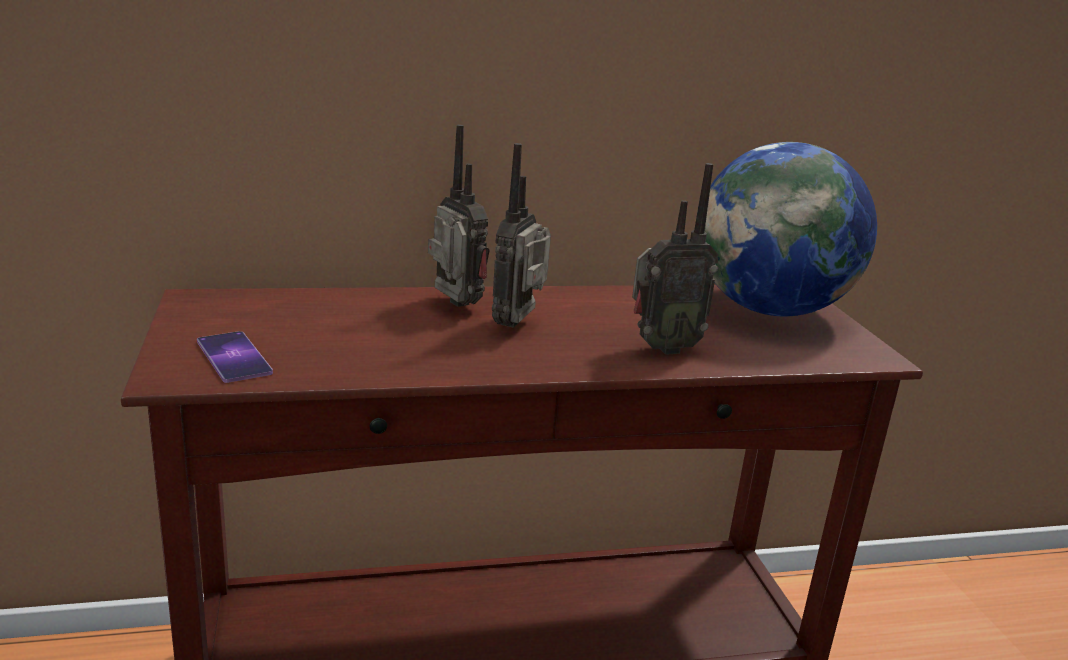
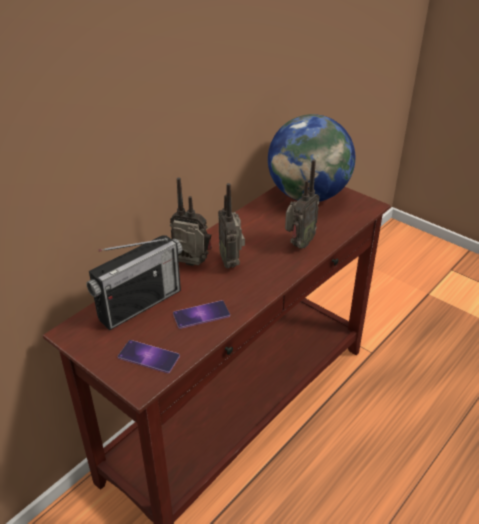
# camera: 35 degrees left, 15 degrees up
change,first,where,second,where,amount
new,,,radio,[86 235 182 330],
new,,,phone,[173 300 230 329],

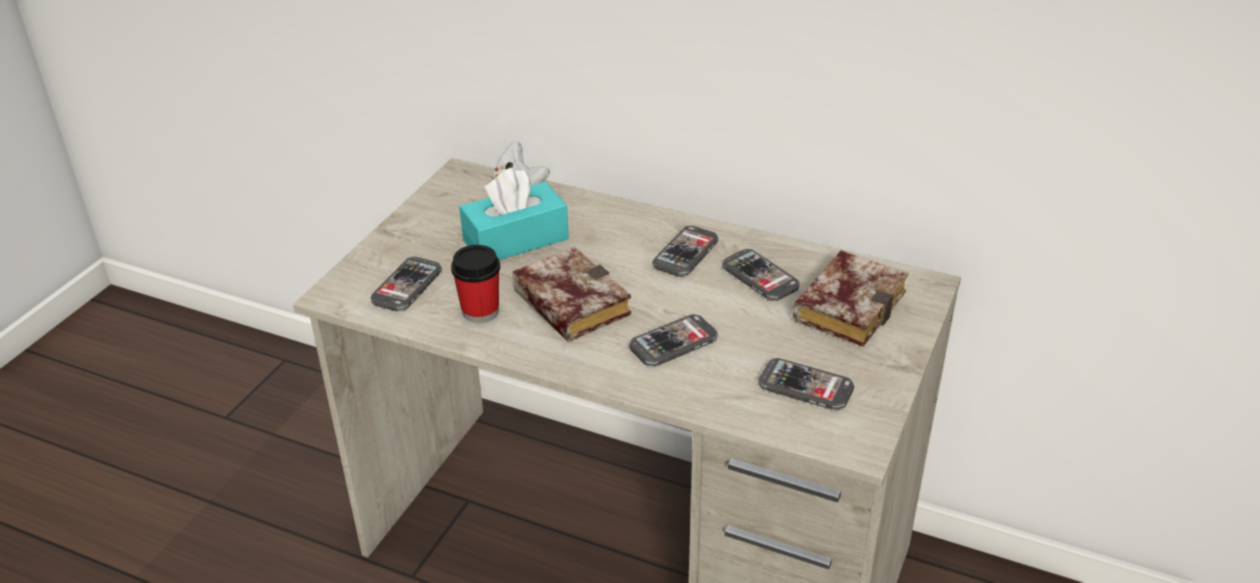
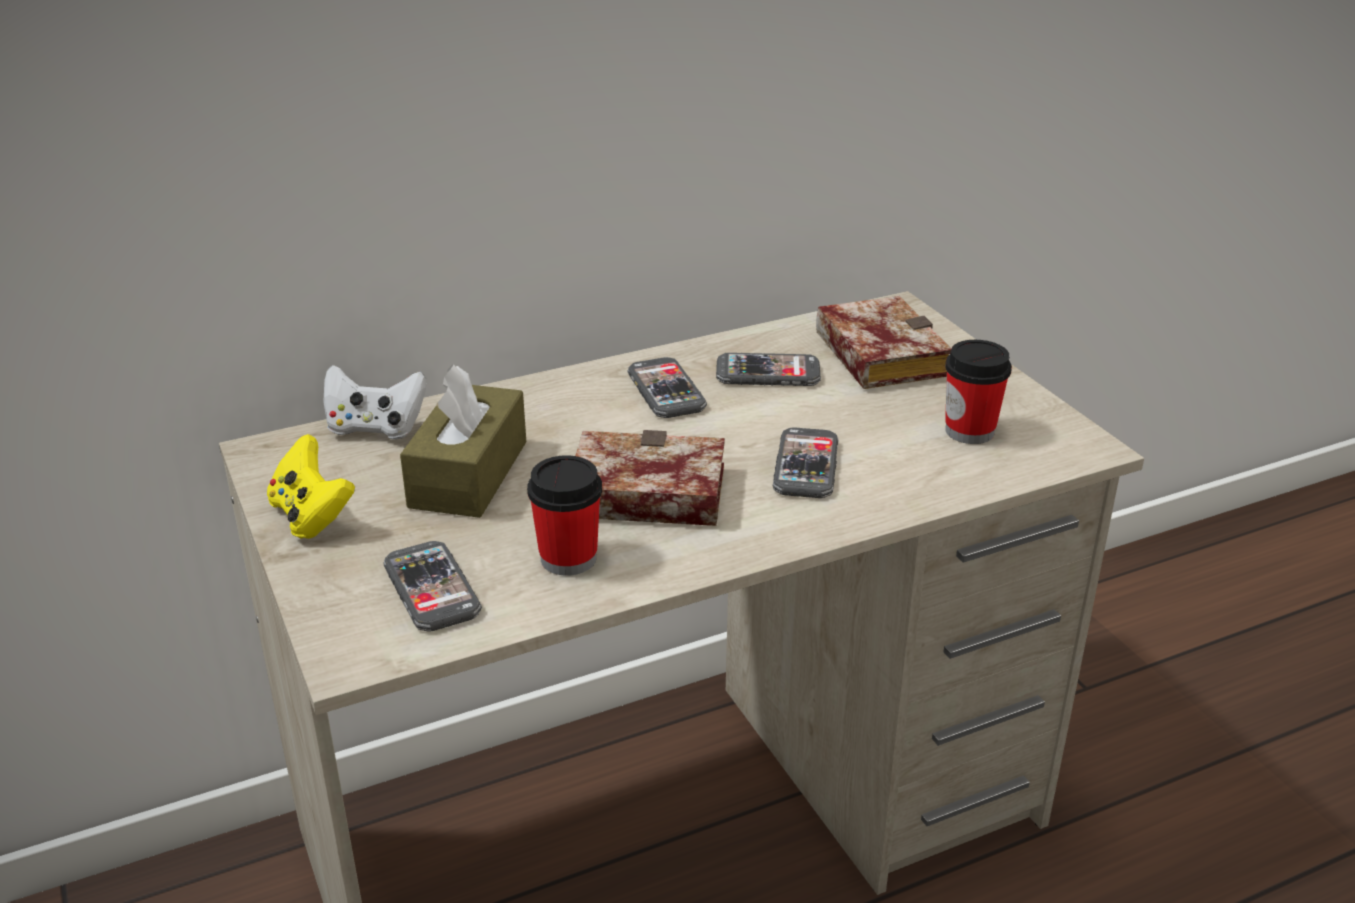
# camera: 50 degrees left, 5 degrees down
change,first,where,second,where,amount
repainted,turquoise tissue box,[459 168 569 260],brown tissue box,[400 364 526 518],
swapped,phone,[758 358 854 410],cup,[945 340 1012 444],
new,,,yellow game controller,[267 434 355 539],

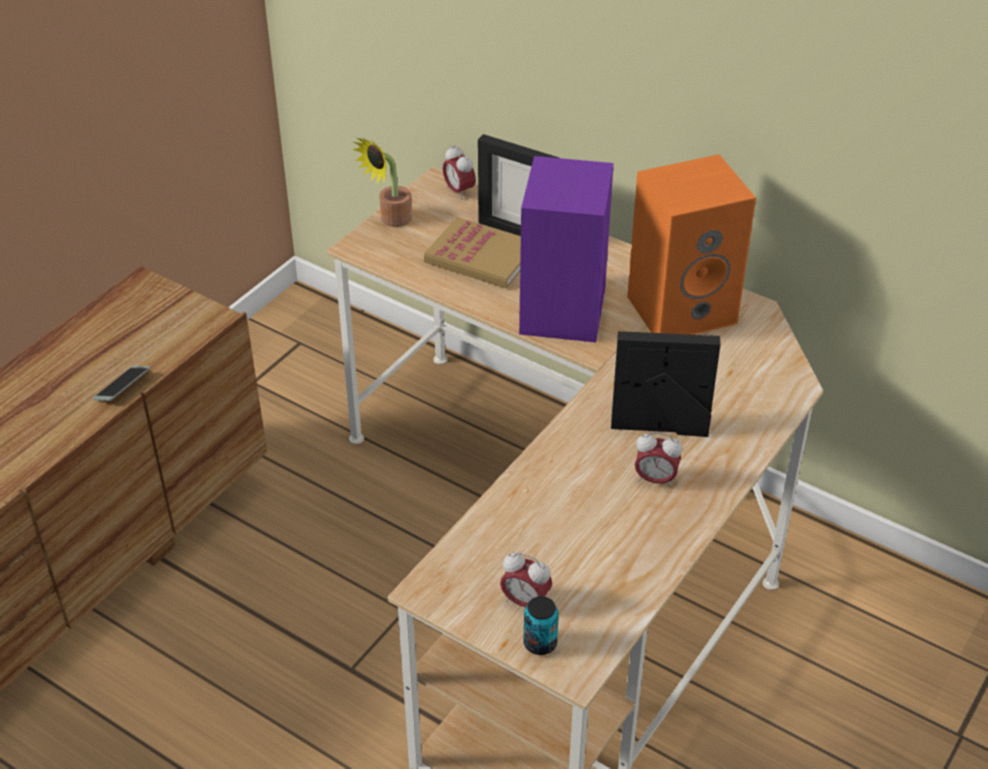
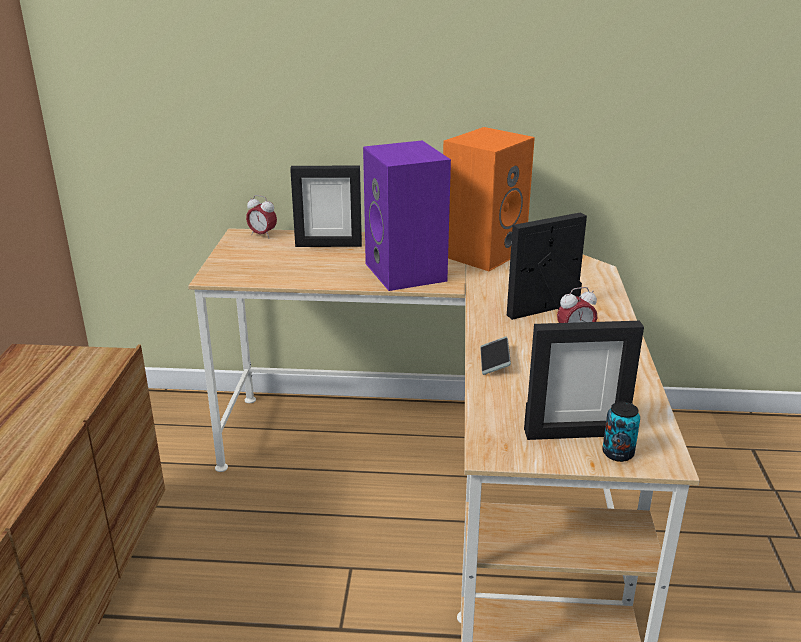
# camera: 30 degrees left, 15 degrees down
change,first,where,second,where,amount
gone,potted plant,[352 138 412 227],,,
gone,book,[424 217 521 289],,,
shifted,phone,[93 366 151 401],,[480 336 511 375],
swapped,alarm clock,[500 552 552 607],picture frame,[524 321 644 440],

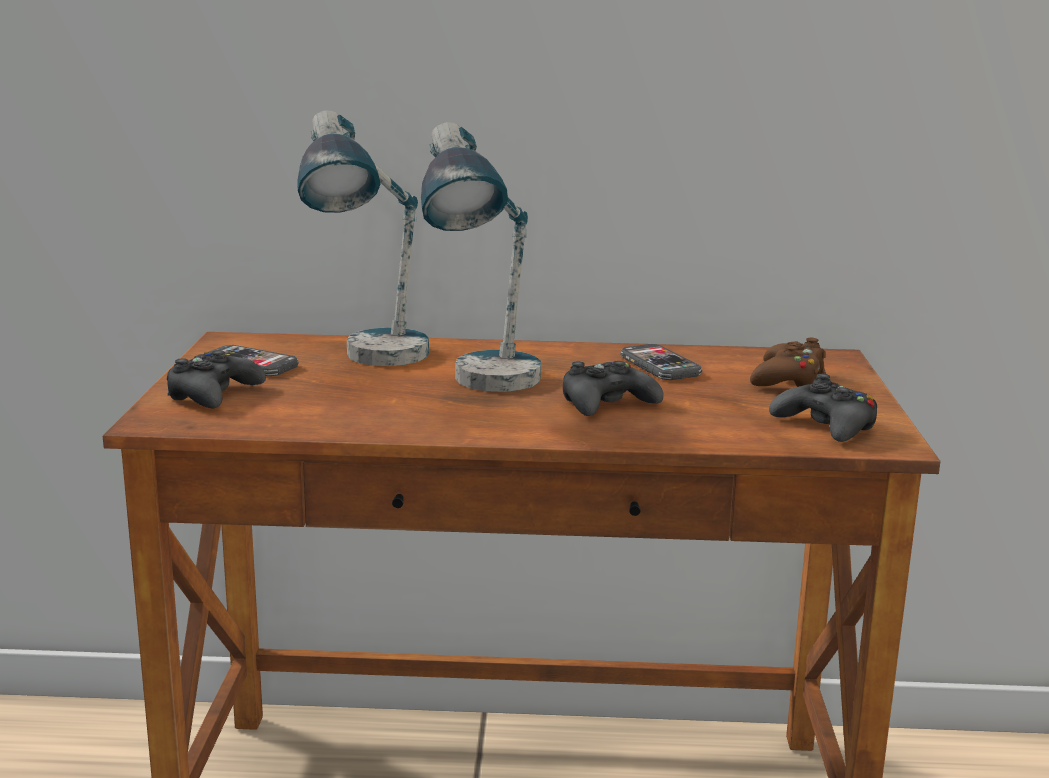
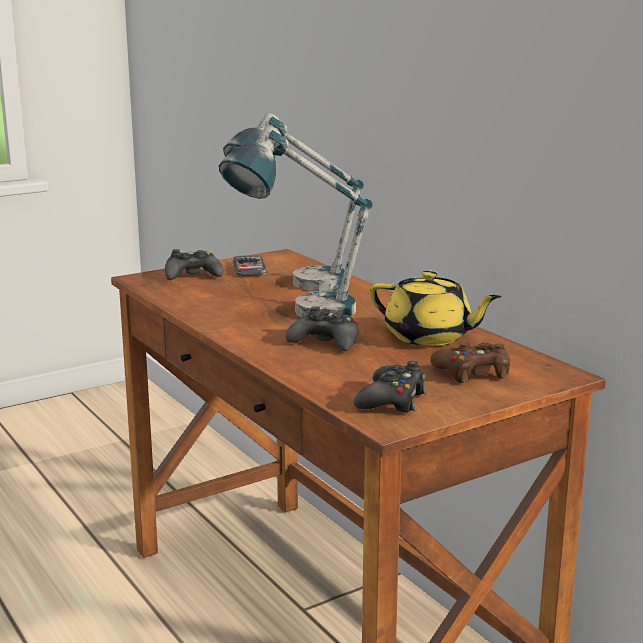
# camera: 55 degrees right, 0 degrees up
change,first,where,second,where,amount
swapped,phone,[620 344 702 380],yellow teapot,[370 270 501 346],

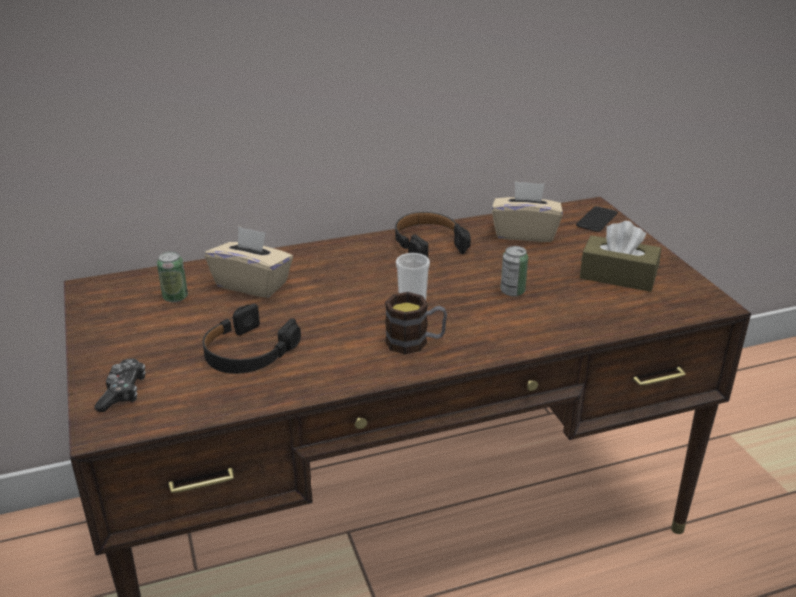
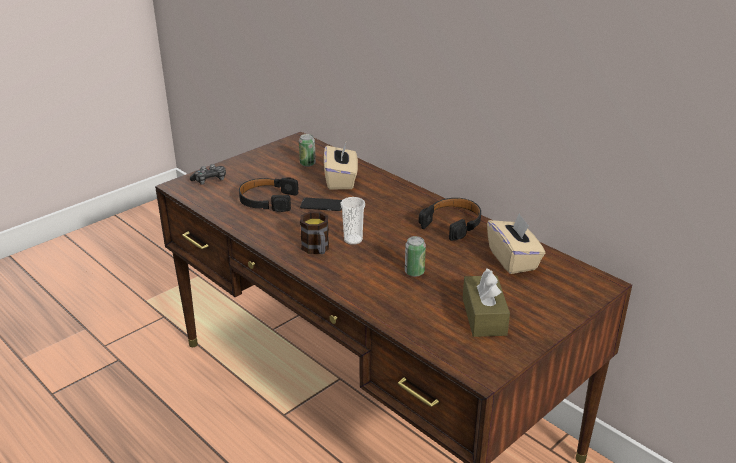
# camera: 65 degrees right, 0 degrees up
change,first,where,second,where,amount
shifted,phone,[576 206 618 232],,[300 198 342 211],

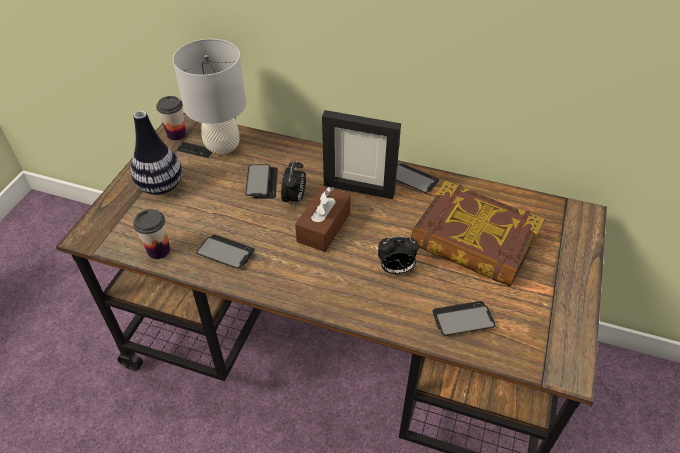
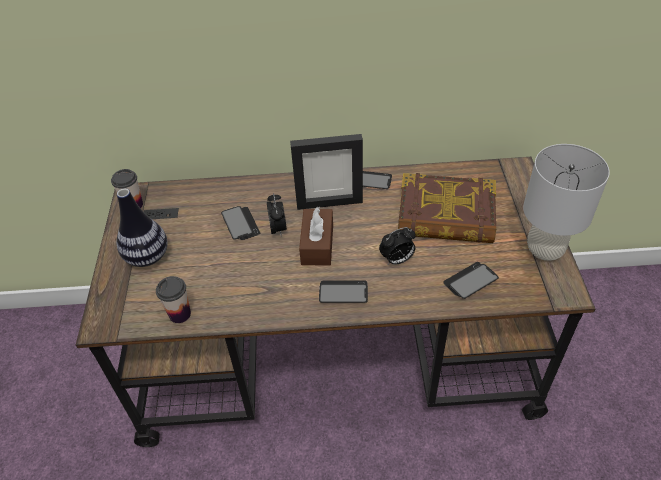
# camera: 20 degrees left, 0 degrees up
change,first,where,second,where,amount
shifted,grey table lamp,[173 39 246 155],,[523 144 610 261],
shifted,phone,[196 234 255 269],,[319 281 368 303],

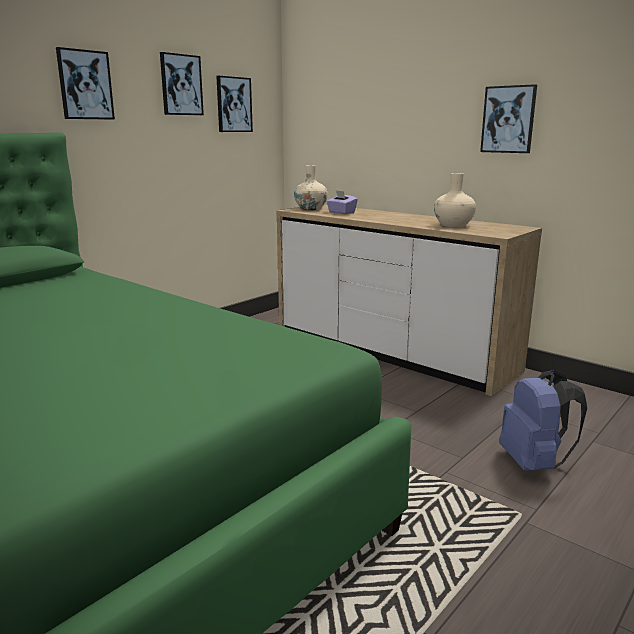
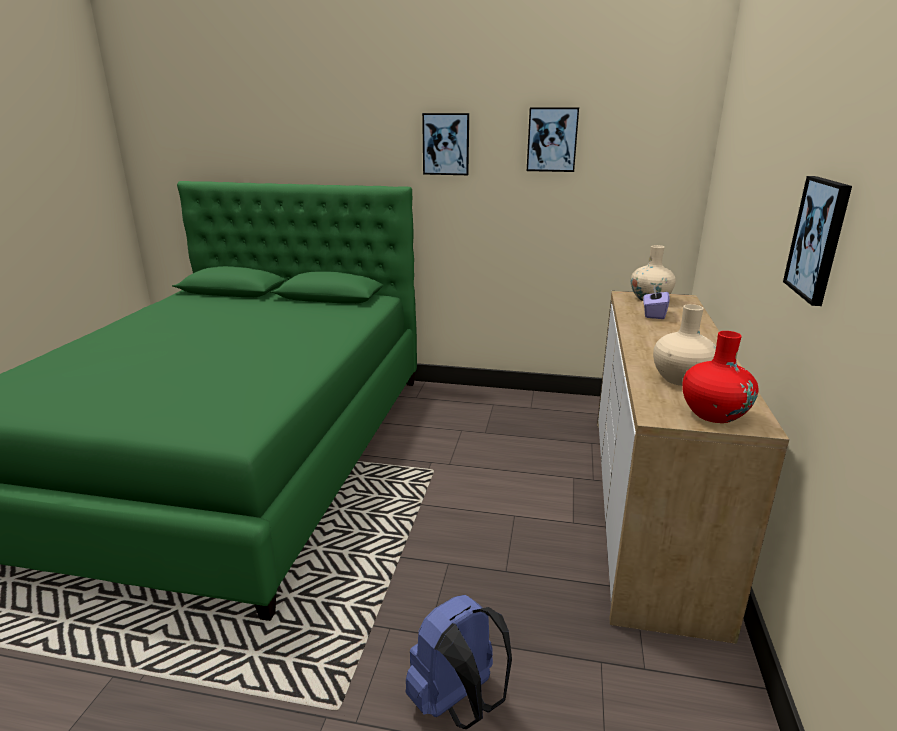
# camera: 60 degrees right, 5 degrees up
change,first,where,second,where,amount
gone,picture,[216 76 253 132],,,
new,,,red vase,[682 331 758 423],

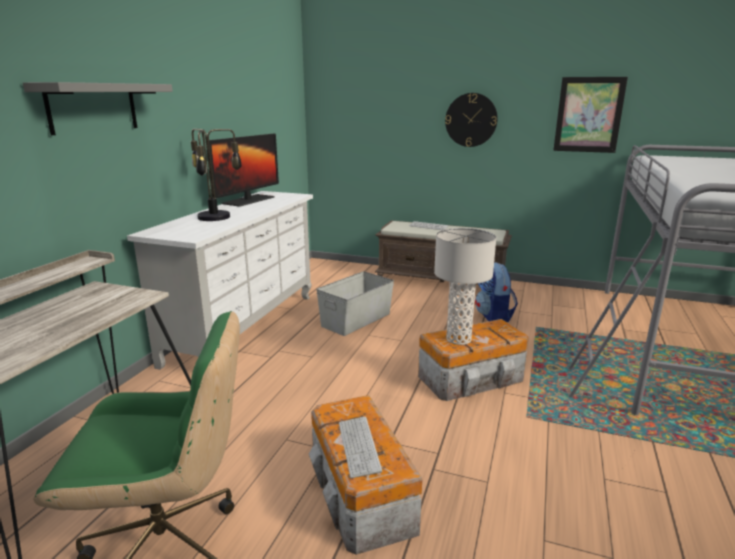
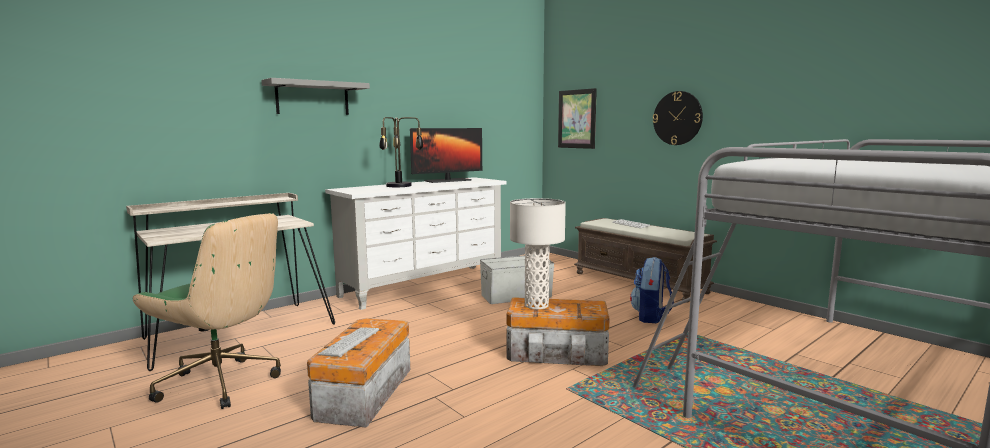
# camera: 30 degrees right, 10 degrees down
change,first,where,second,where,amount
shifted,picture,[553 77 628 153],,[558 88 597 149],

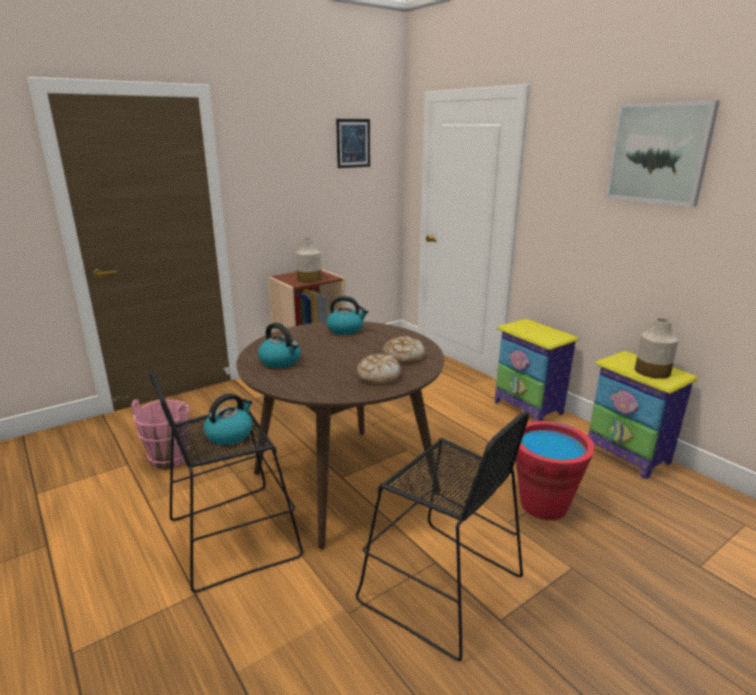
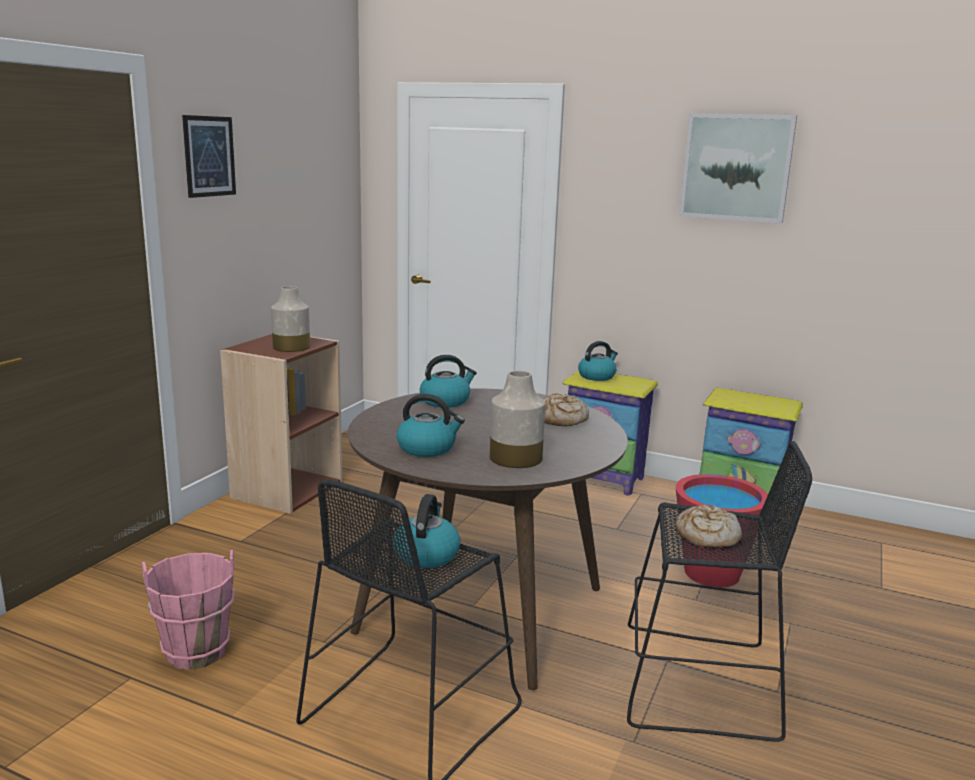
# camera: 30 degrees left, 5 degrees down
change,first,where,second,where,amount
shifted,picture,[336 119 370 168],,[182 115 236 198],
shifted,beige vase,[635 318 678 379],,[490 371 545 468],
shifted,bread,[357 354 401 384],,[675 504 742 547],
new,,,kettle,[578 341 618 381],

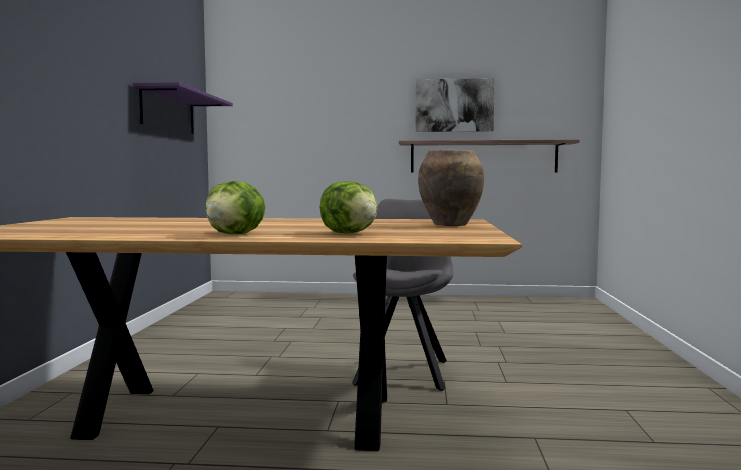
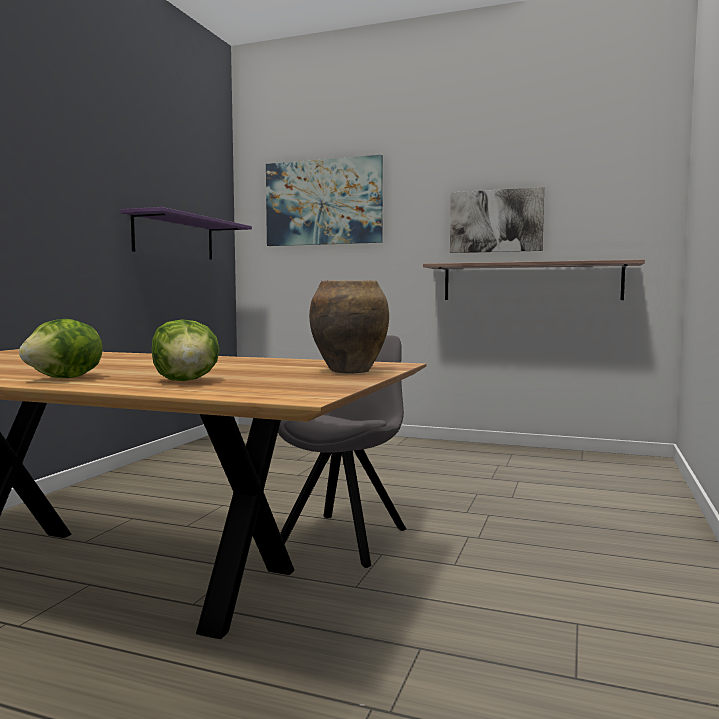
# camera: 15 degrees right, 0 degrees up
change,first,where,second,where,amount
new,,,picture,[266 155 383 246],

